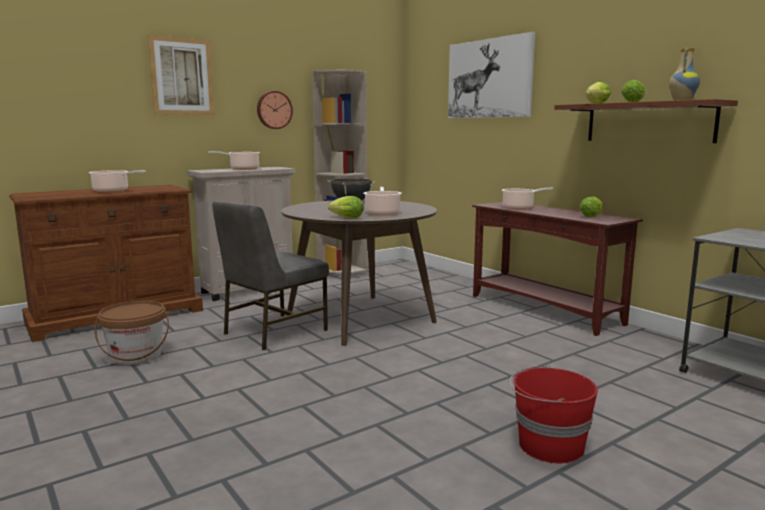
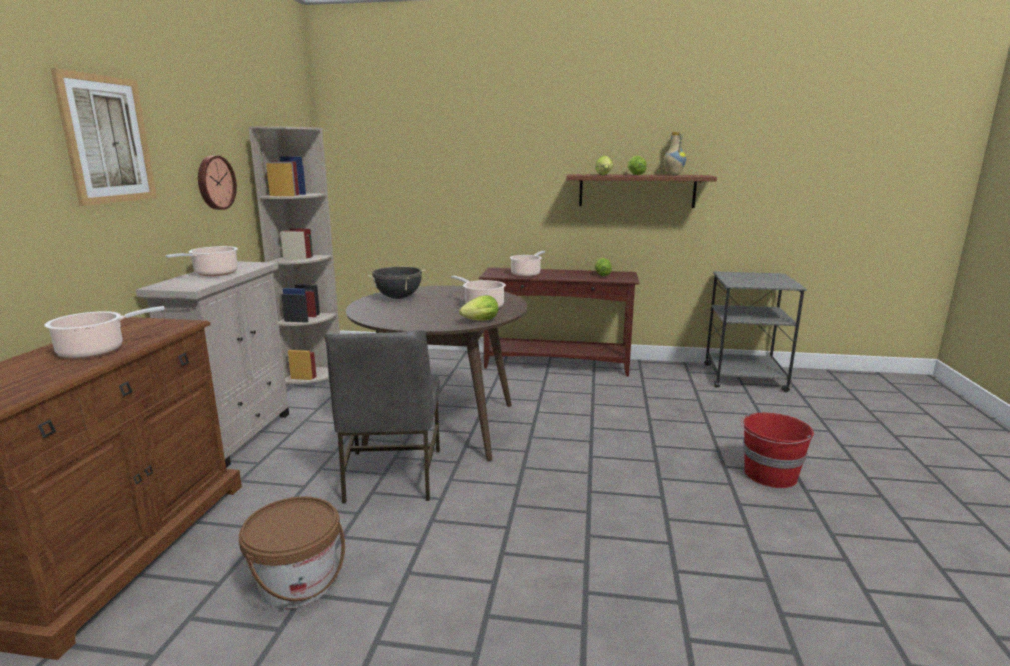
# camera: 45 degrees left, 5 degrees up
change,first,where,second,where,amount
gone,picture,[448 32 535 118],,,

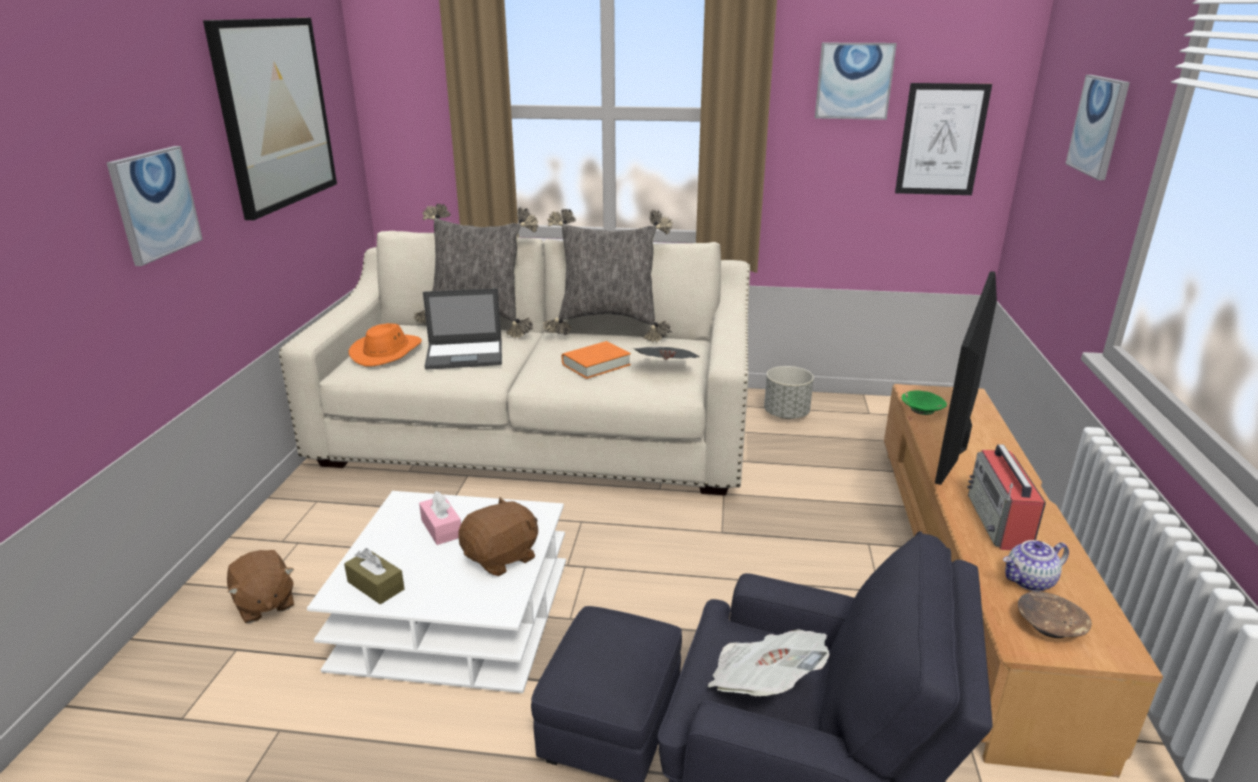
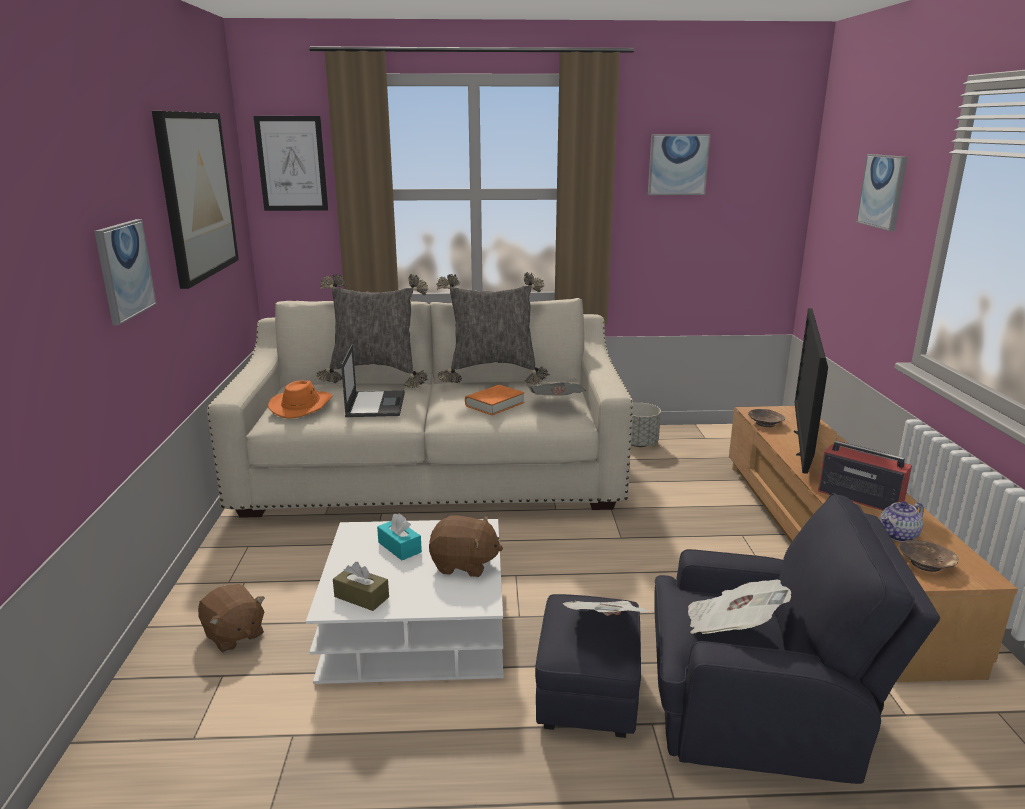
# camera: 10 degrees left, 5 degrees down
change,first,where,second,where,amount
shifted,picture,[895 83 992 195],,[254 116 328 211],
rotated,laptop,[423 288 502 370],,[341 345 405 417],75 degrees counterclockwise
repainted,green bowl,[902 391 947 415],brown bowl,[748 409 785 427],
rotated,radio,[967 444 1046 550],,[818 433 912 511],135 degrees clockwise
repainted,pink tissue box,[419 491 461 545],turquoise tissue box,[377 514 422 560],
rotated,brown plush toy,[458 497 538 576],,[429 515 503 577],60 degrees clockwise
new,,,newspaper,[562 601 652 616],

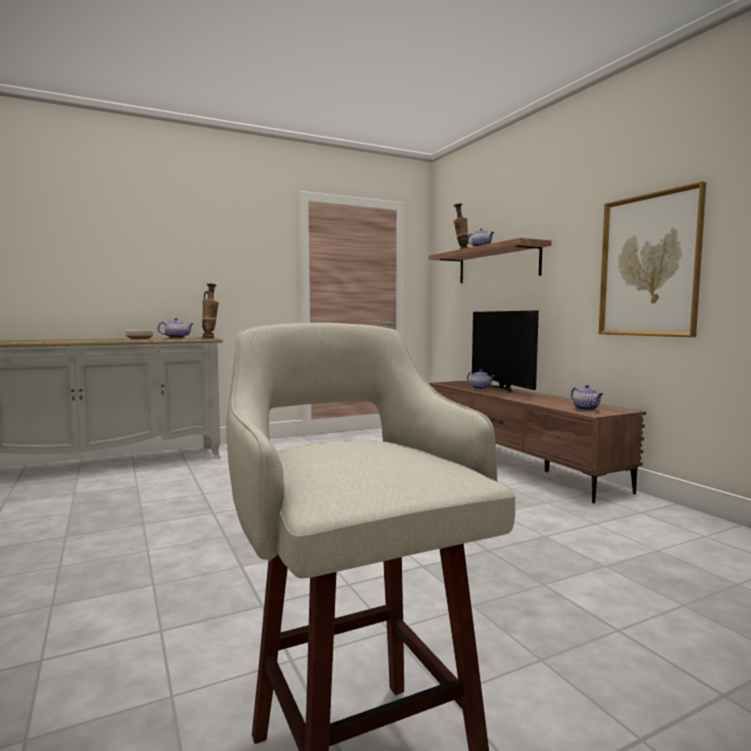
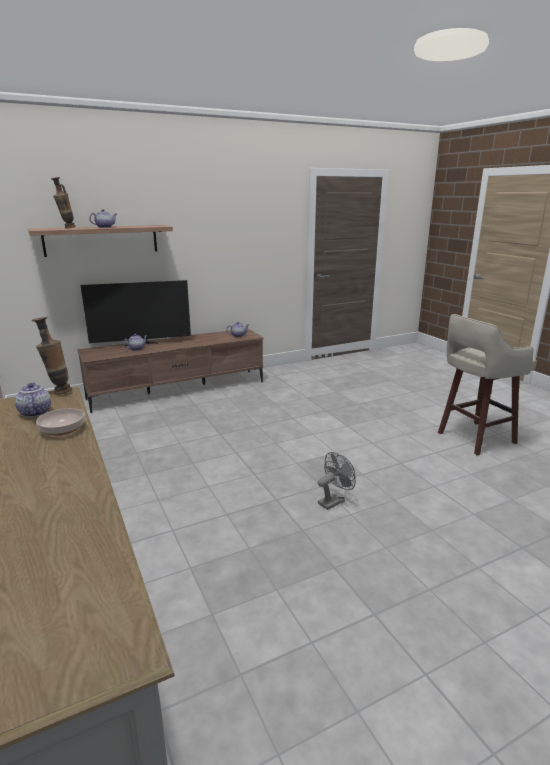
# camera: 90 degrees left, 15 degrees up
change,first,where,second,where,amount
gone,picture,[599 181 706 337],,,
new,,,grey fan,[318 452 356 510],

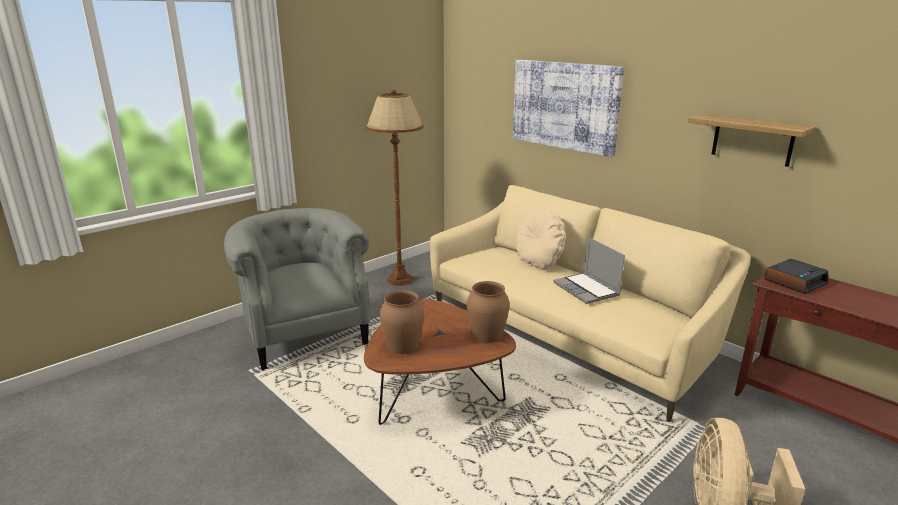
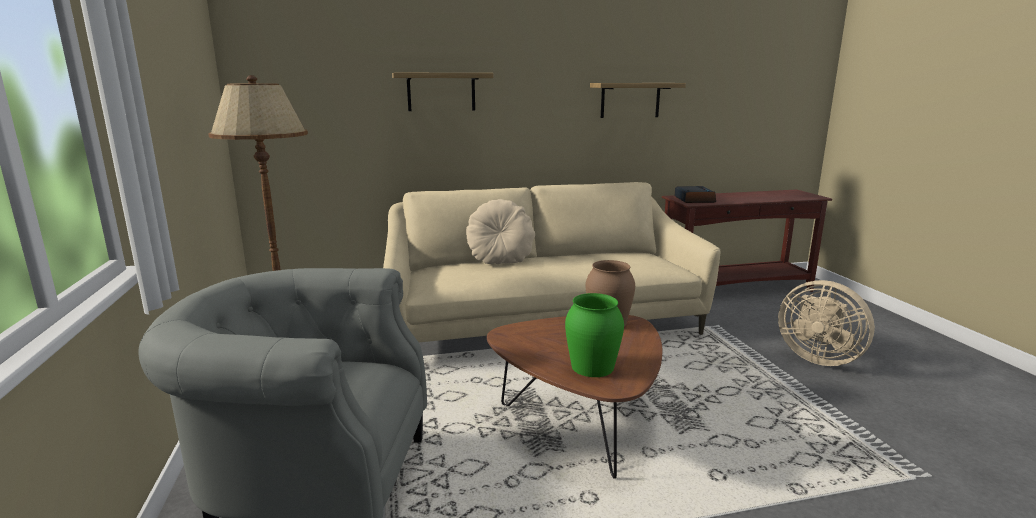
# camera: 60 degrees left, 5 degrees down
change,first,where,second,where,amount
swapped,picture,[513 60 624 157],shelf,[392 73 494 111],
gone,laptop,[553 237 625 304],,,
repainted,brown vase,[380 290 424 354],green vase,[565 293 624 377],

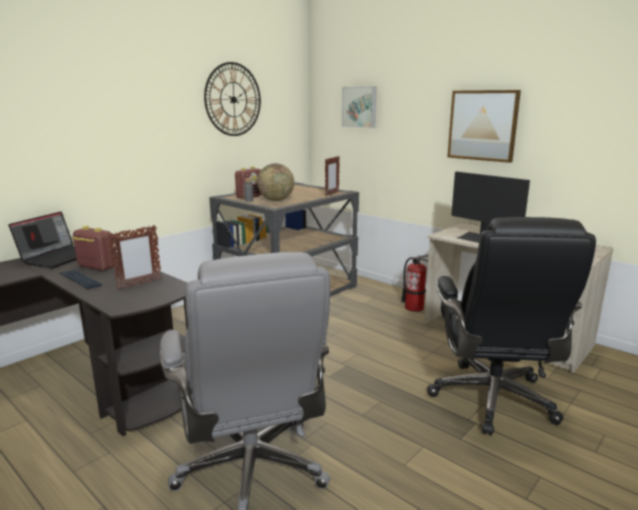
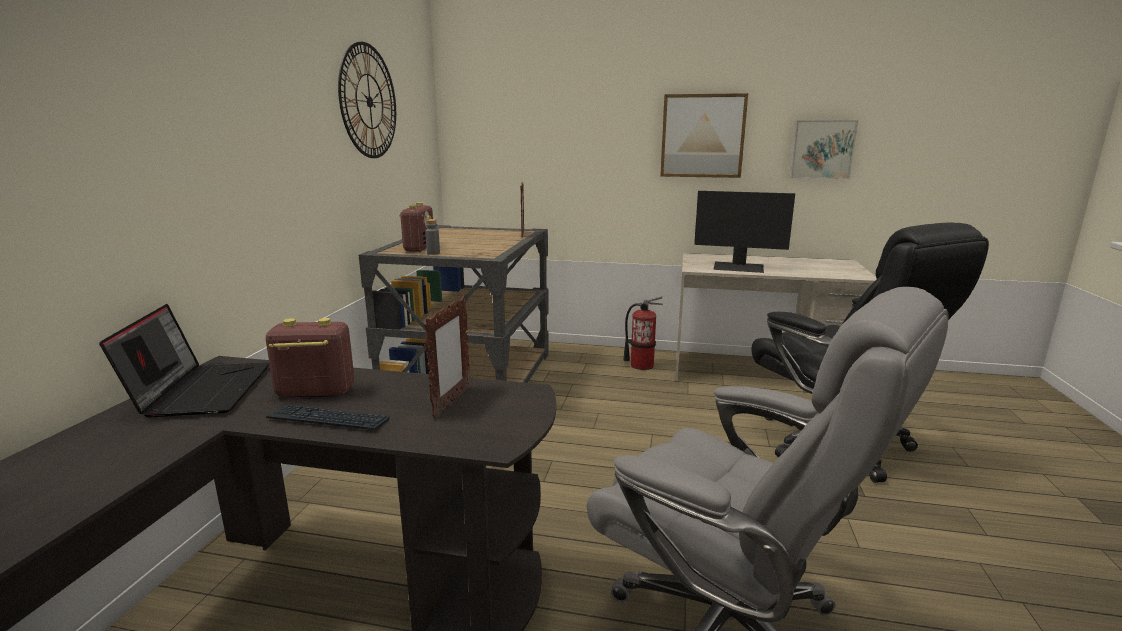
# camera: 30 degrees left, 0 degrees up
change,first,where,second,where,amount
shifted,picture,[342 87 376 128],,[789 120 858 179],
gone,globe,[257 163 294 201],,,

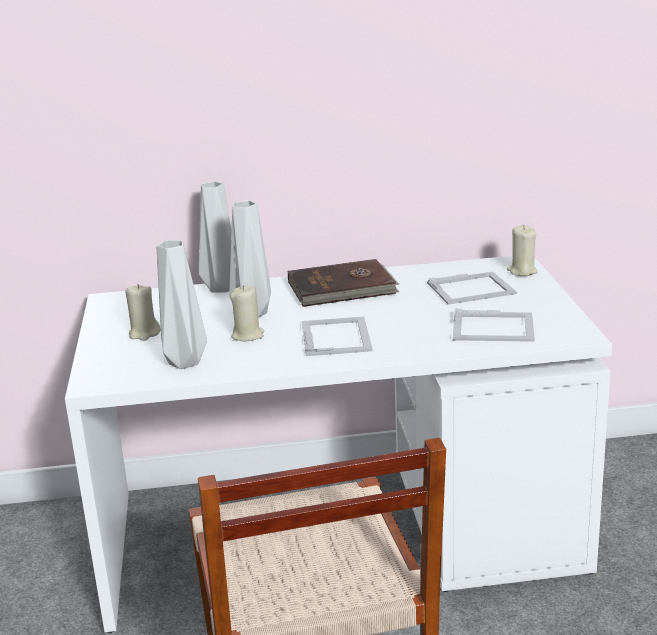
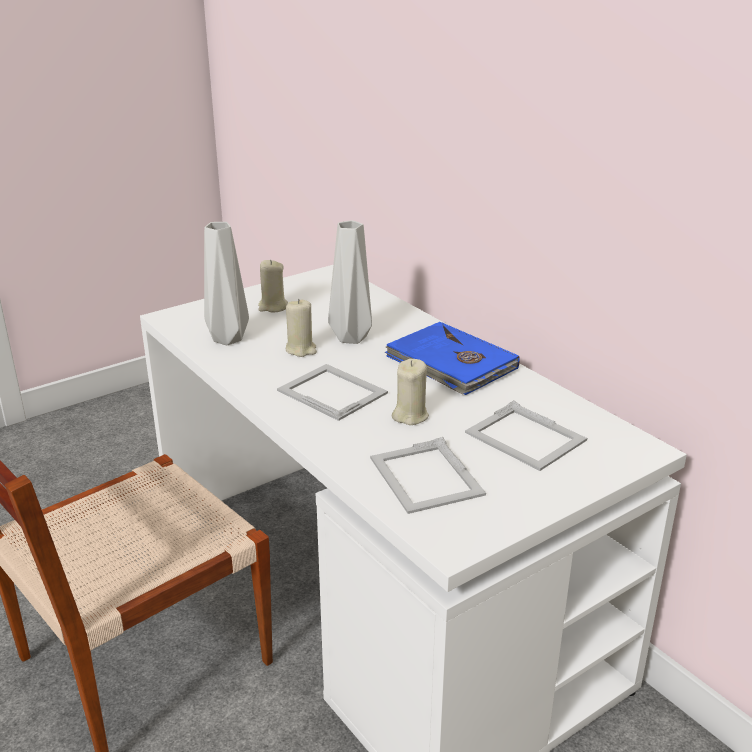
# camera: 60 degrees right, 5 degrees up
change,first,where,second,where,amount
gone,grey vase,[199 181 231 293],,,
shifted,beige candle,[507 225 538 276],,[392 359 429 425],
repainted,brown book,[288 259 400 307],blue book,[385 321 520 395],
rotated,picture frame,[302 317 373 356],,[277 364 388 421],105 degrees counterclockwise

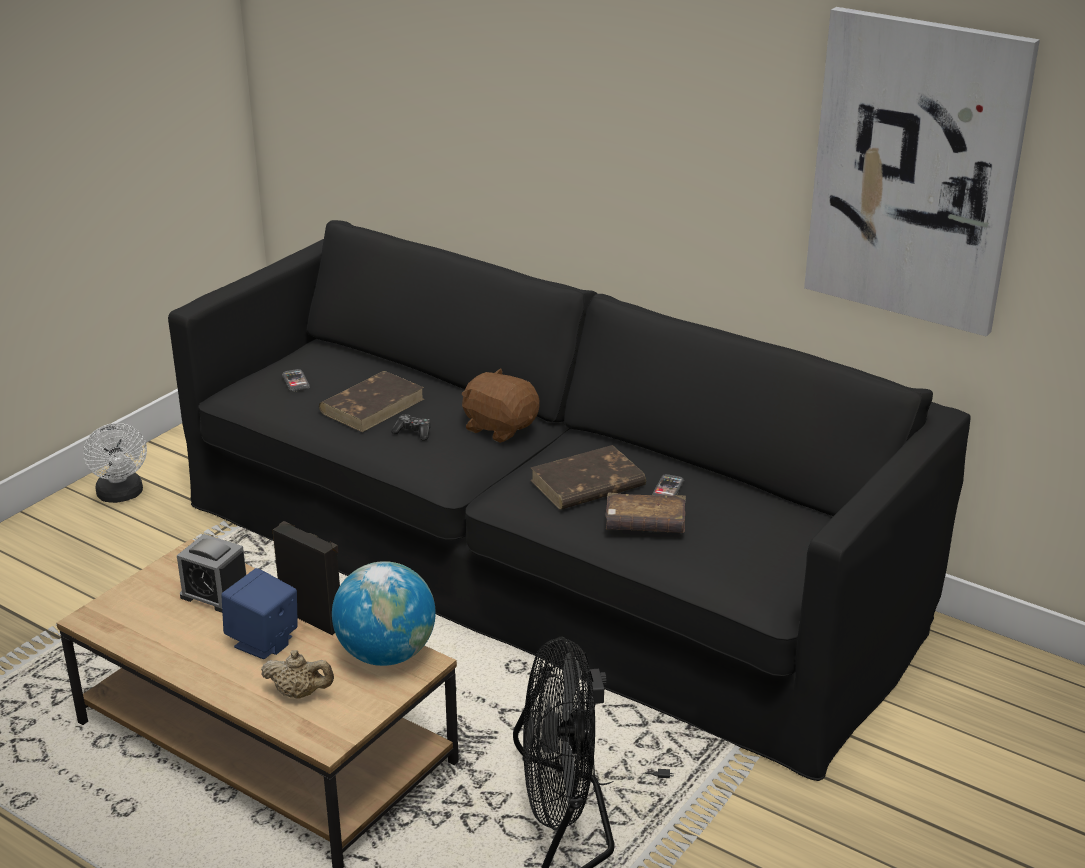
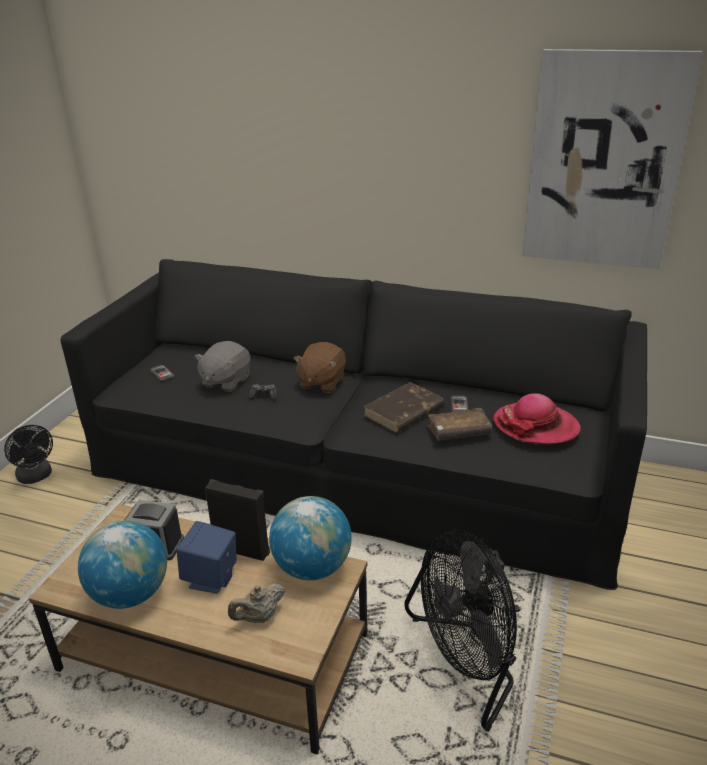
# camera: 15 degrees left, 0 degrees up
change,first,where,second,where,amount
rotated,brown plush toy,[462 369 540 443],,[293 342 346 393],90 degrees counterclockwise
swapped,brown book,[319 371 424 432],grey plush toy,[194 341 250 392],
repainted,white fan,[83 423 147 503],black fan,[4 425 53 484],
rotated,beige teapot,[261 650 334 699],,[228 584 285 623],150 degrees clockwise
new,,,hat,[494 393 581 444],
new,,,globe,[78 521 167 609],

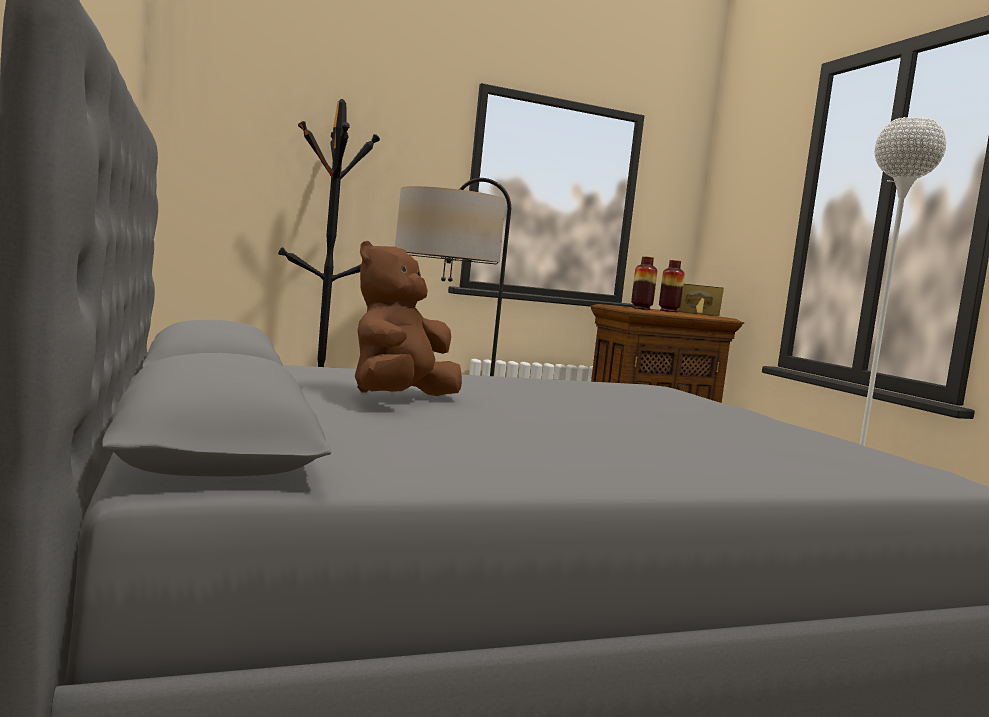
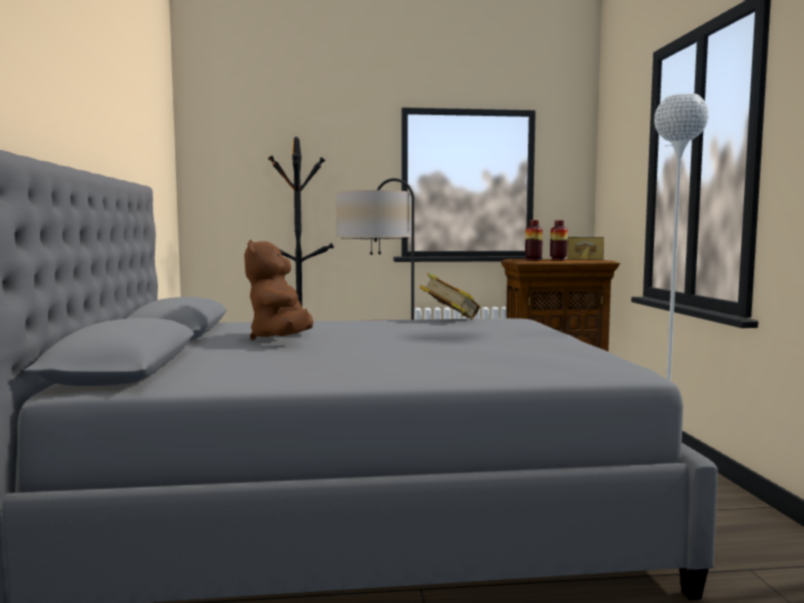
# camera: 15 degrees right, 0 degrees up
change,first,where,second,where,amount
rotated,brown plush toy,[355 241 462 396],,[244 240 313 340],45 degrees counterclockwise
new,,,book,[420 273 480 319],

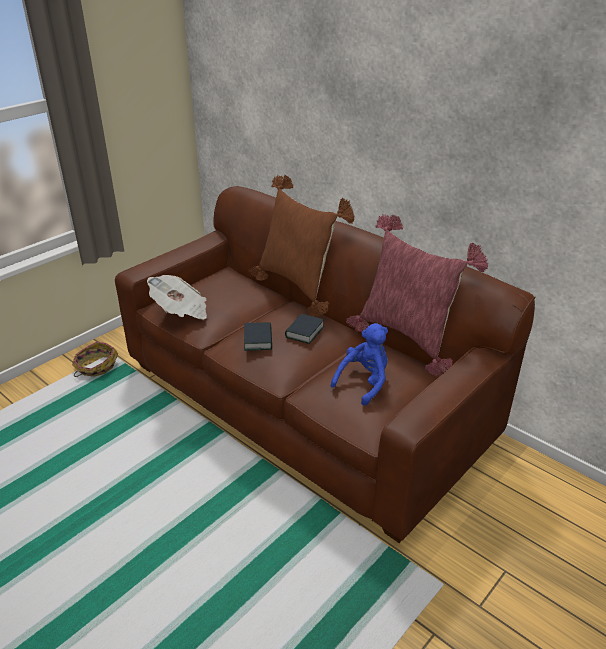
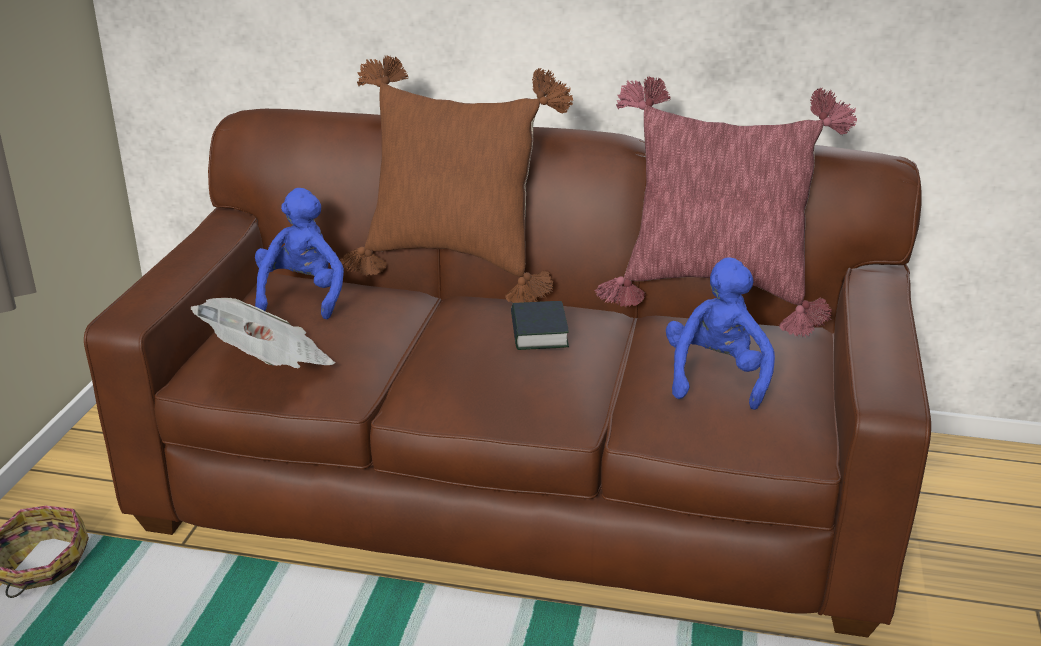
# camera: 30 degrees left, 5 degrees down
change,first,where,second,where,amount
gone,book,[244 322 272 351],,,
new,,,blue plush toy,[255 188 344 319],

